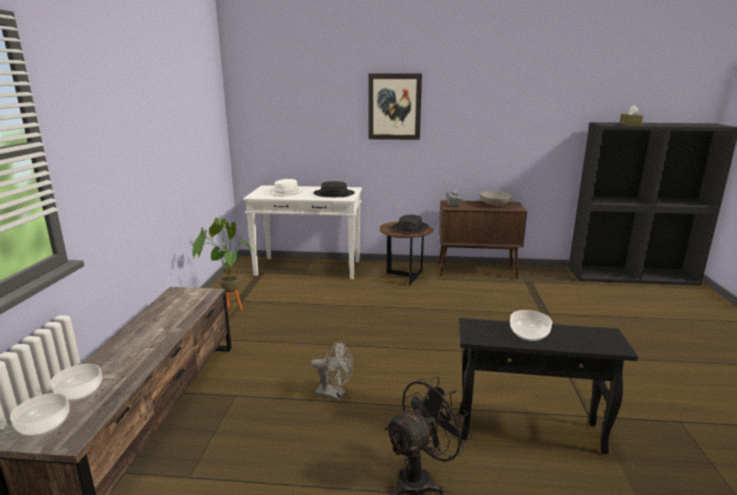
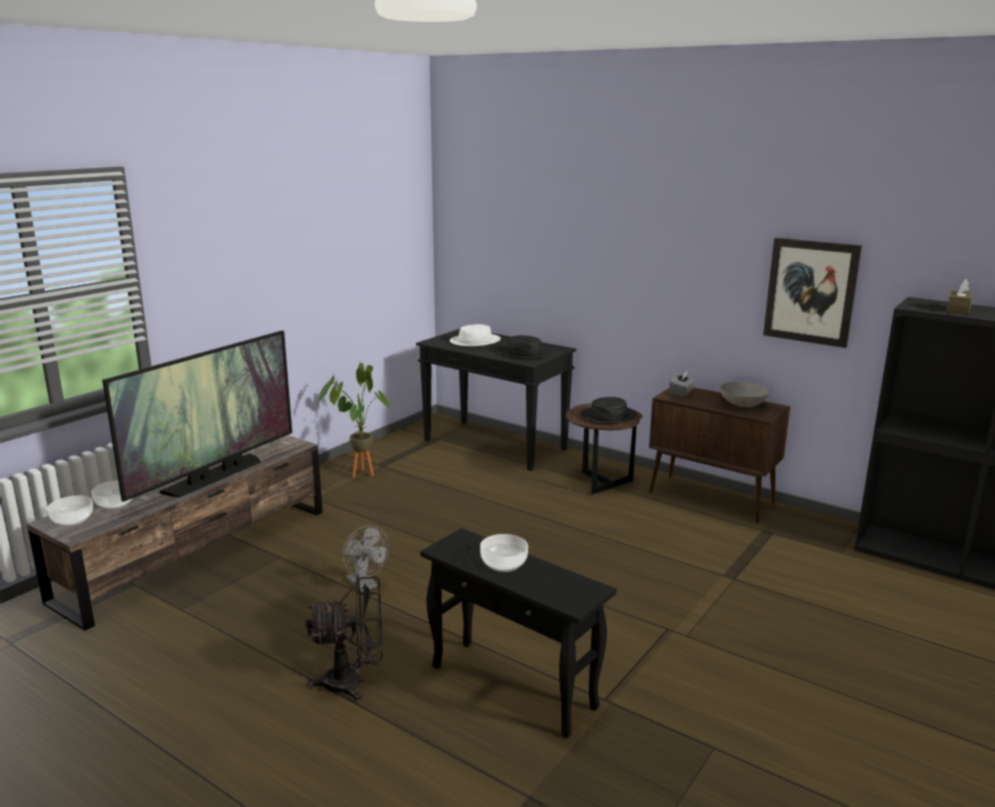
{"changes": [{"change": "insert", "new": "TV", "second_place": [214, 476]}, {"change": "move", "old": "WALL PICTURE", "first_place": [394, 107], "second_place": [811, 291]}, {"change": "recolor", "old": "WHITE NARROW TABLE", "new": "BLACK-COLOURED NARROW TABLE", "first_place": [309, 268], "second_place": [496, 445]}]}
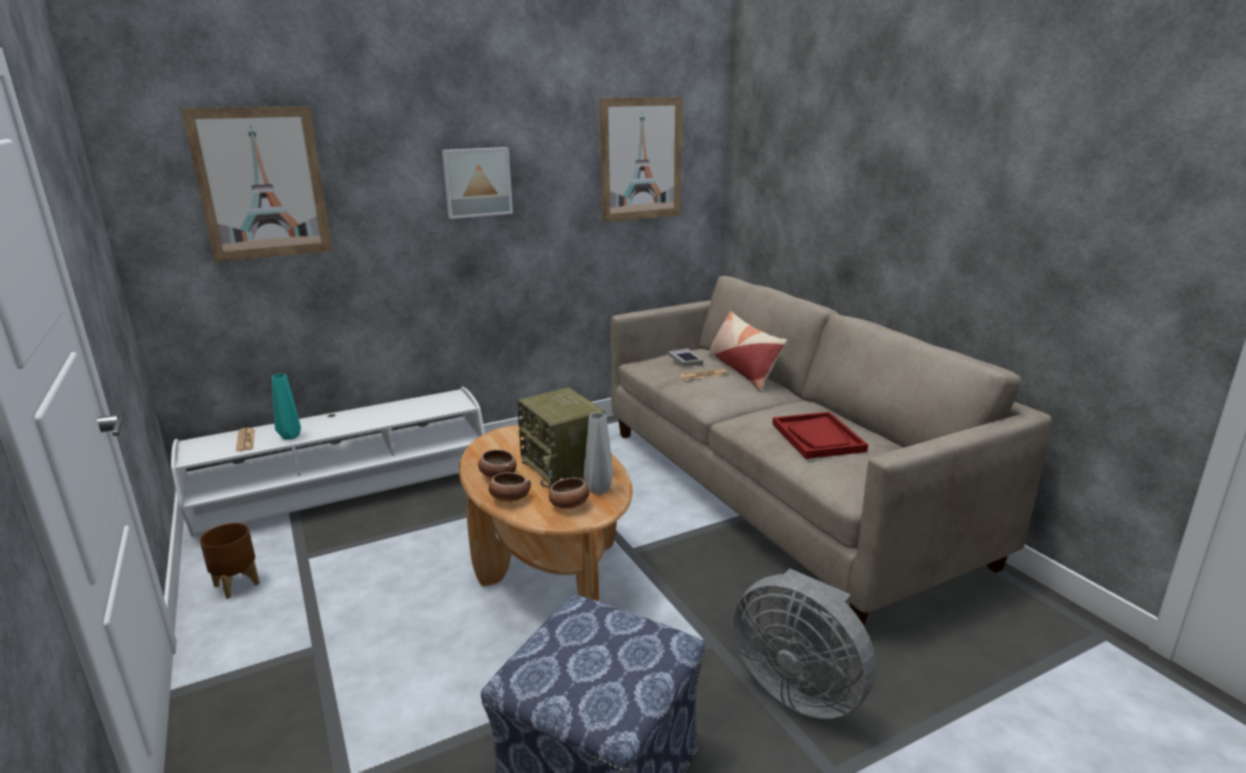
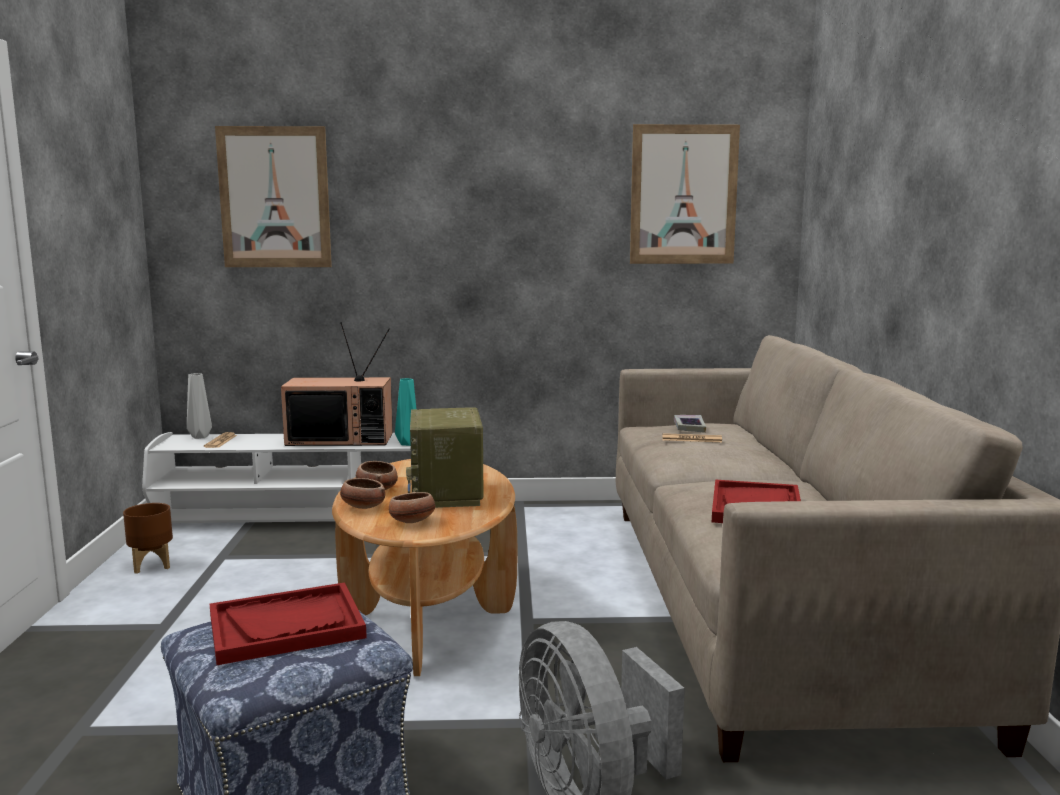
{"changes": [{"change": "delete", "old": "WALL PICTURE", "first_place": [477, 182]}, {"change": "delete", "old": "PILLOW", "first_place": [743, 370]}, {"change": "insert", "new": "REDDISH CARRYING TRAY", "second_place": [286, 626]}, {"change": "insert", "new": "TV", "second_place": [342, 439]}, {"change": "move", "old": "TURQUOISE DECORATIVE VASE", "first_place": [290, 436], "second_place": [407, 443]}, {"change": "move", "old": "GREYISH DECORATIVE VASE", "first_place": [600, 490], "second_place": [200, 437]}]}
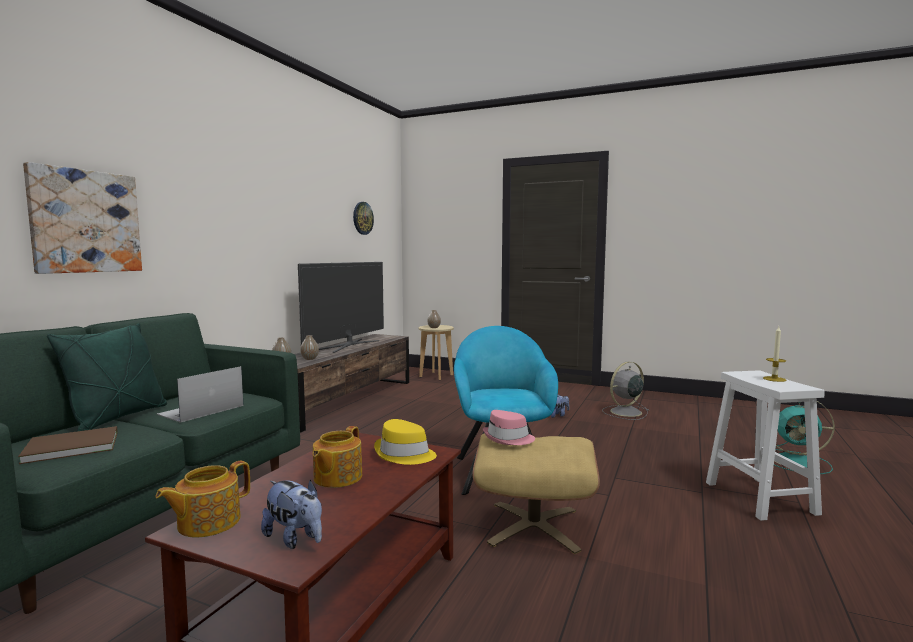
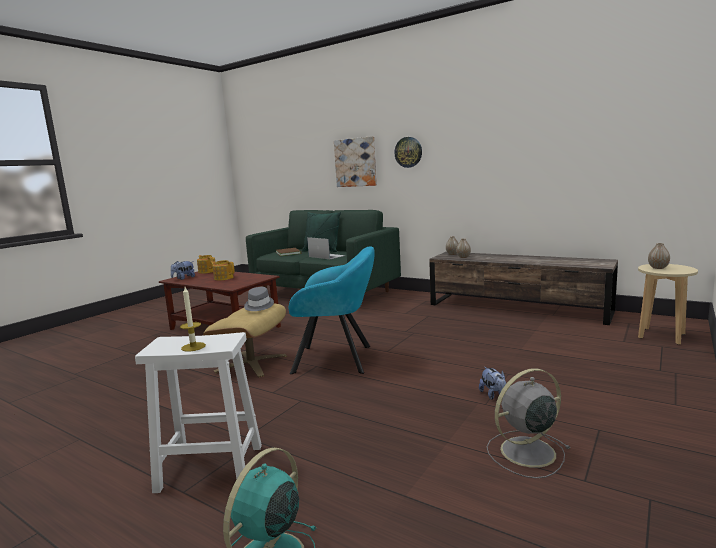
{"changes": [{"change": "delete", "old": "TV", "first_place": [348, 345]}, {"change": "delete", "old": "YELLOW HAT", "first_place": [404, 454]}, {"change": "move", "old": "HANGING CLOCK", "first_place": [362, 218], "second_place": [408, 152]}, {"change": "recolor", "old": "PINK-COLOURED HAT", "new": "GREYISH HAT", "first_place": [508, 438], "second_place": [258, 306]}, {"change": "rotate", "old": "GREYISH COOLING FAN", "first_place": [625, 412], "second_place": [525, 452], "degrees": -90}]}
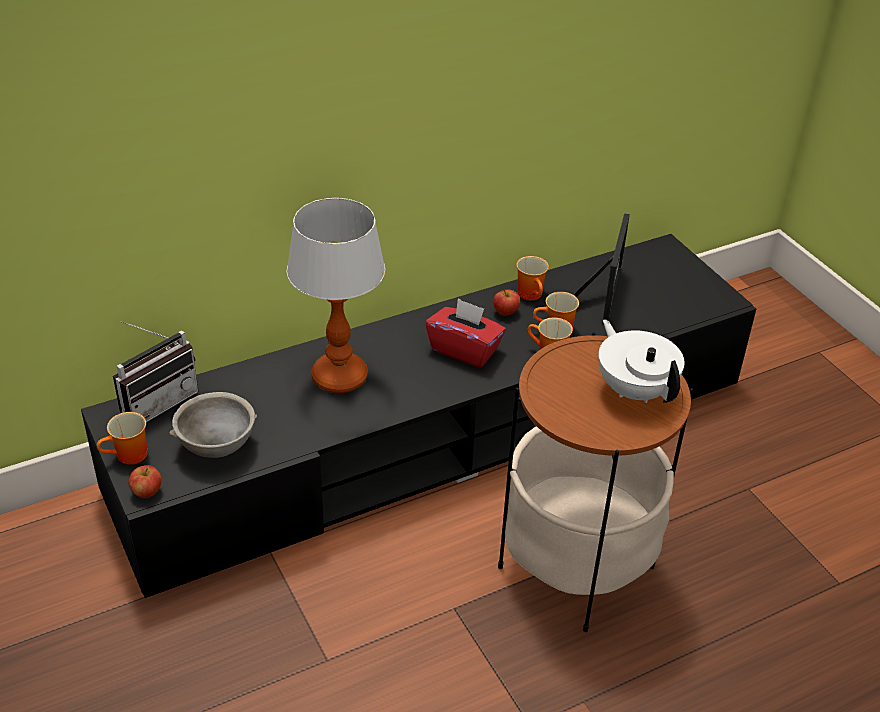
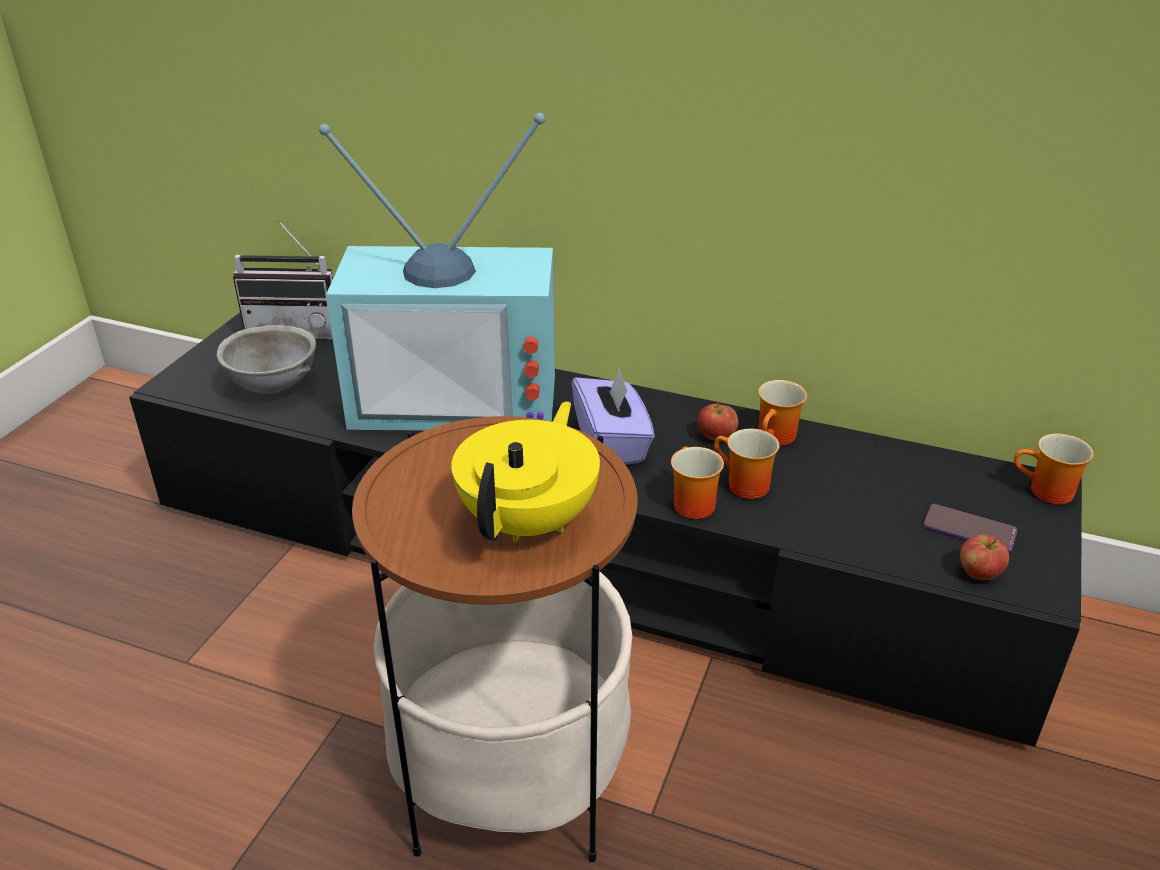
{"changes": [{"change": "delete", "old": "PICTURE FRAME", "first_place": [602, 293]}, {"change": "insert", "new": "TELEPHONE", "second_place": [969, 529]}, {"change": "move", "old": "COFFEE MUG", "first_place": [129, 457], "second_place": [1046, 493]}, {"change": "move", "old": "WHOLE APPLE", "first_place": [147, 492], "second_place": [979, 573]}, {"change": "replace", "old": "LAMP FOR A TABLE", "new": "TV", "first_place": [339, 377], "second_place": [459, 396]}, {"change": "recolor", "old": "REDDISH TISSUE HOLDER", "new": "PURPLE-COLOURED TISSUE HOLDER", "first_place": [464, 350], "second_place": [611, 444]}, {"change": "recolor", "old": "WHITE TEA POT", "new": "YELLOW TEA POT", "first_place": [635, 389], "second_place": [530, 520]}]}
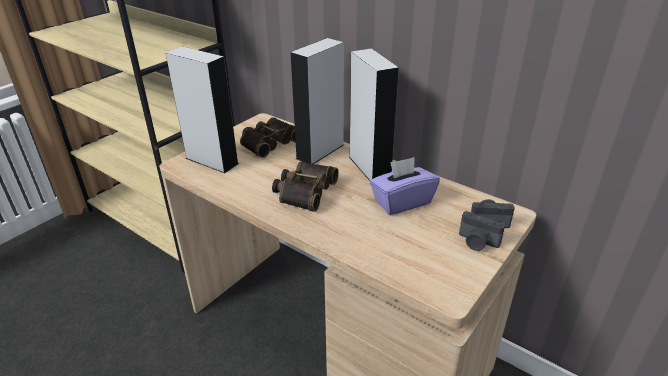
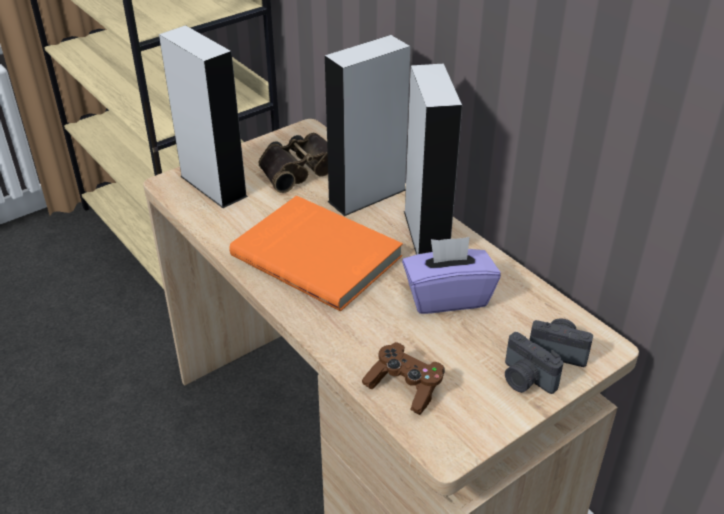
{"changes": [{"change": "insert", "new": "BROWN-COLOURED GAME CONTROLLER", "second_place": [404, 387]}, {"change": "replace", "old": "FIELD GLASSES", "new": "ORANGE BOUND BOOK", "first_place": [304, 191], "second_place": [318, 255]}]}
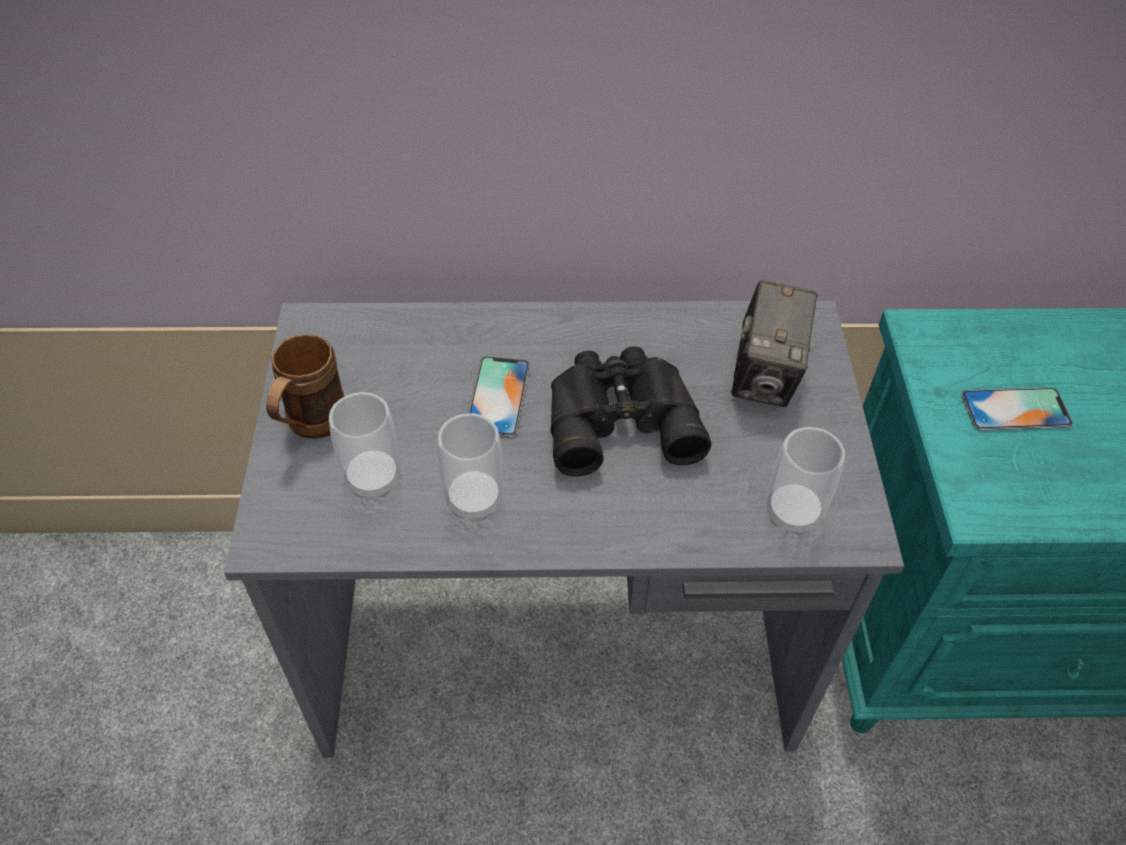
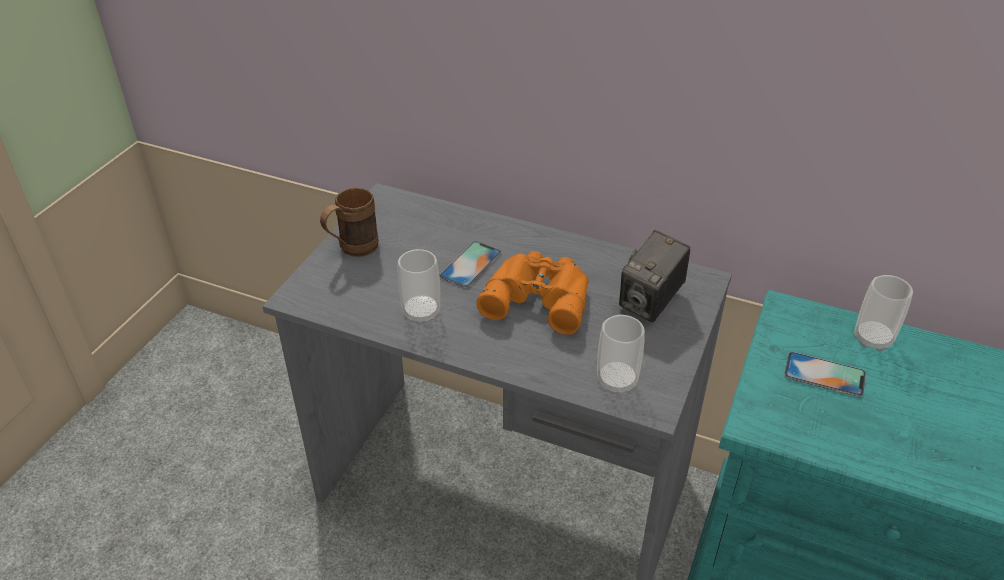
{"changes": [{"change": "move", "old": "SMALL CUP", "first_place": [373, 478], "second_place": [872, 339]}, {"change": "recolor", "old": "BLACK-COLOURED FIELD GLASSES", "new": "ORANGE FIELD GLASSES", "first_place": [619, 416], "second_place": [538, 296]}]}
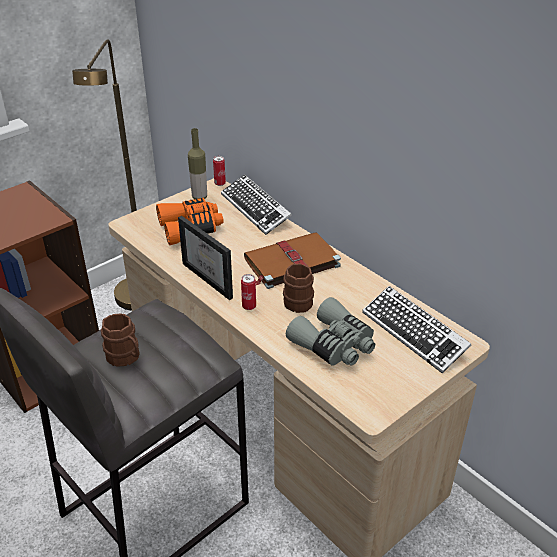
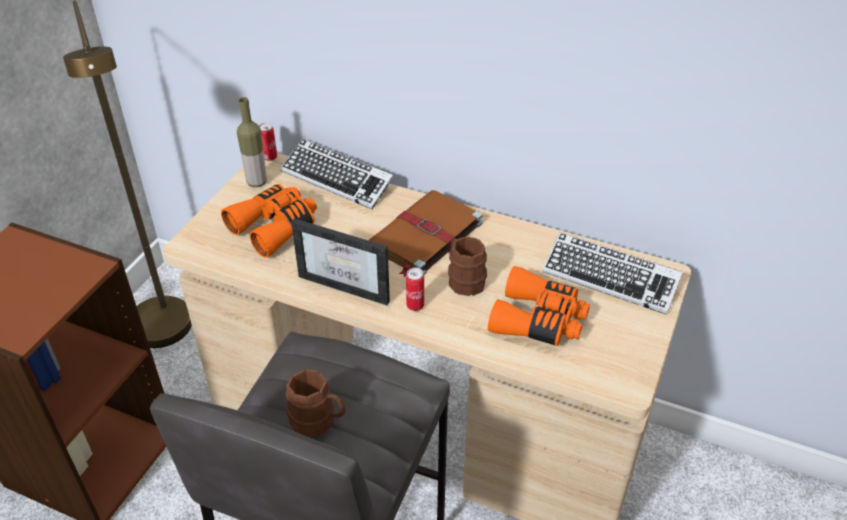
{"changes": [{"change": "recolor", "old": "GREYISH FIELD GLASSES", "new": "ORANGE FIELD GLASSES", "first_place": [334, 345], "second_place": [539, 320]}]}
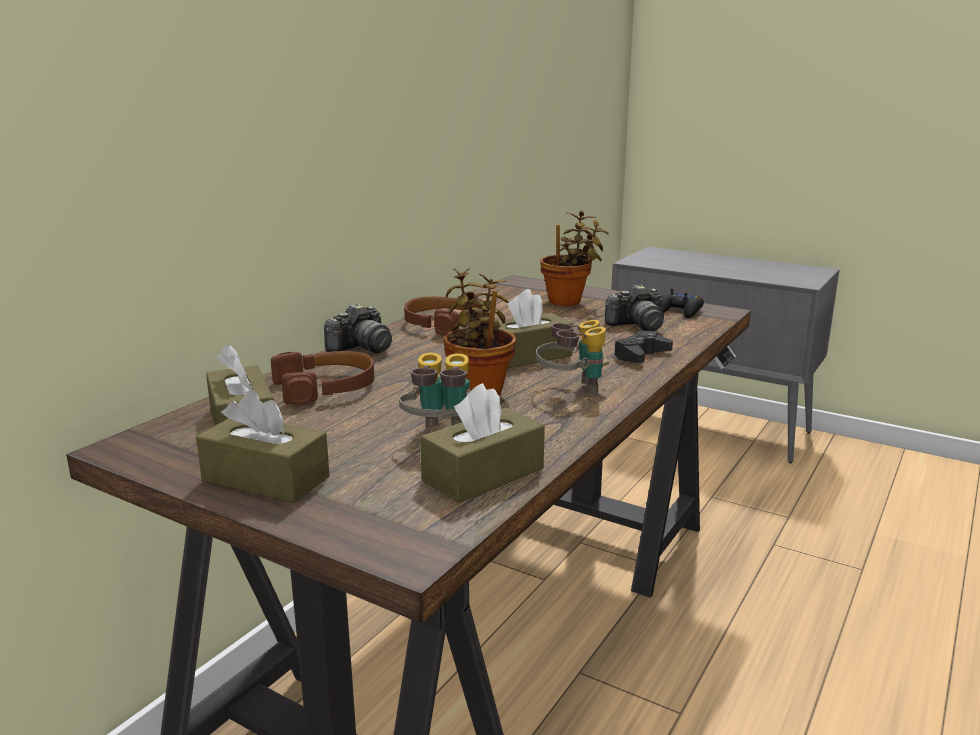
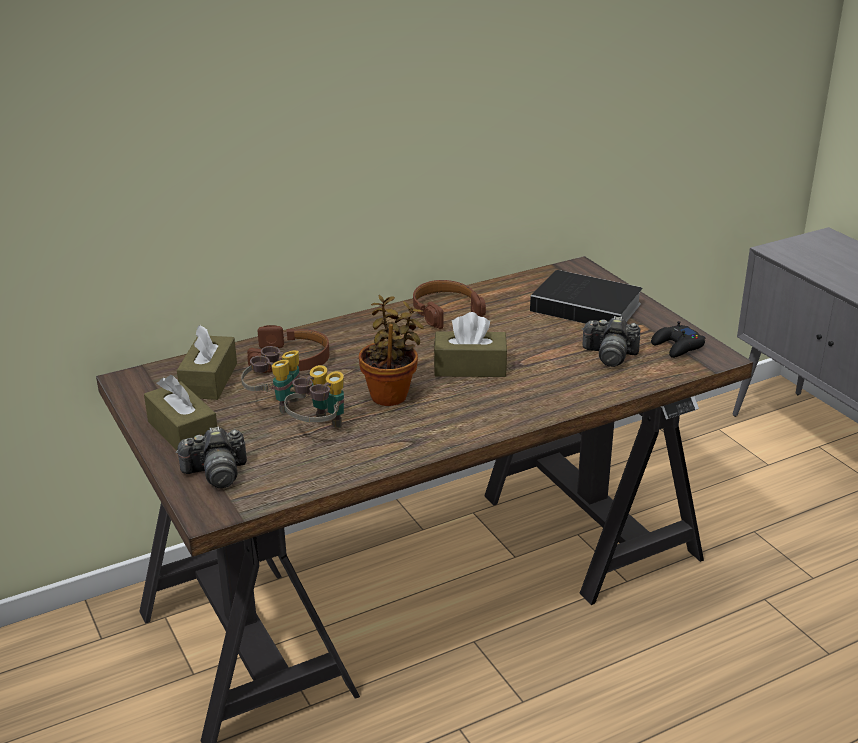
{"changes": [{"change": "delete", "old": "BROWN-COLOURED TISSUE HOLDER", "first_place": [483, 475]}, {"change": "delete", "old": "BLACK-COLOURED GAME CONTROLLER", "first_place": [641, 355]}, {"change": "move", "old": "PHOTO CAMERA", "first_place": [361, 348], "second_place": [216, 473]}, {"change": "move", "old": "FIELD GLASSES", "first_place": [571, 390], "second_place": [275, 403]}, {"change": "replace", "old": "PLANT IN A POT", "new": "BOUND BOOK", "first_place": [568, 301], "second_place": [589, 307]}]}
